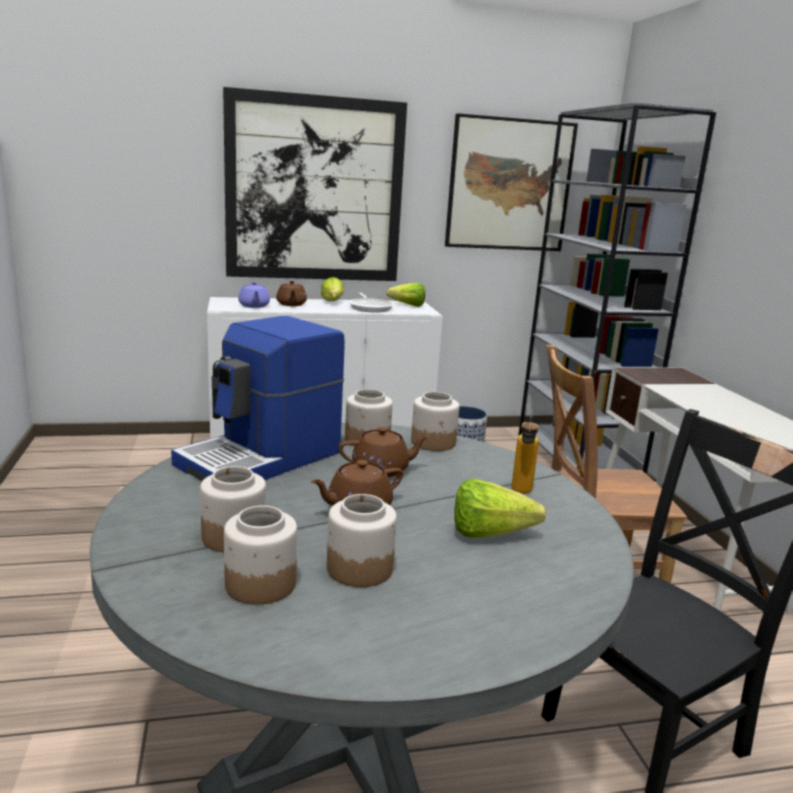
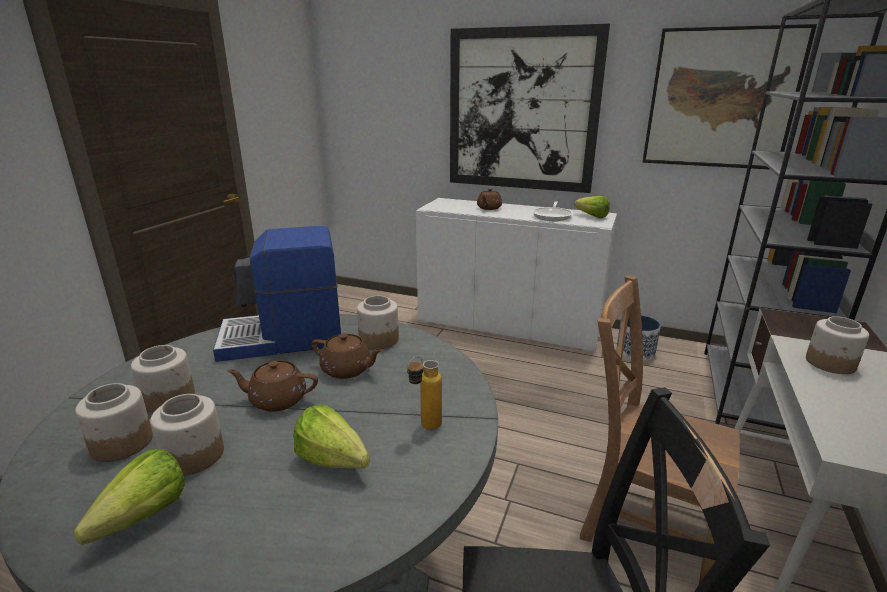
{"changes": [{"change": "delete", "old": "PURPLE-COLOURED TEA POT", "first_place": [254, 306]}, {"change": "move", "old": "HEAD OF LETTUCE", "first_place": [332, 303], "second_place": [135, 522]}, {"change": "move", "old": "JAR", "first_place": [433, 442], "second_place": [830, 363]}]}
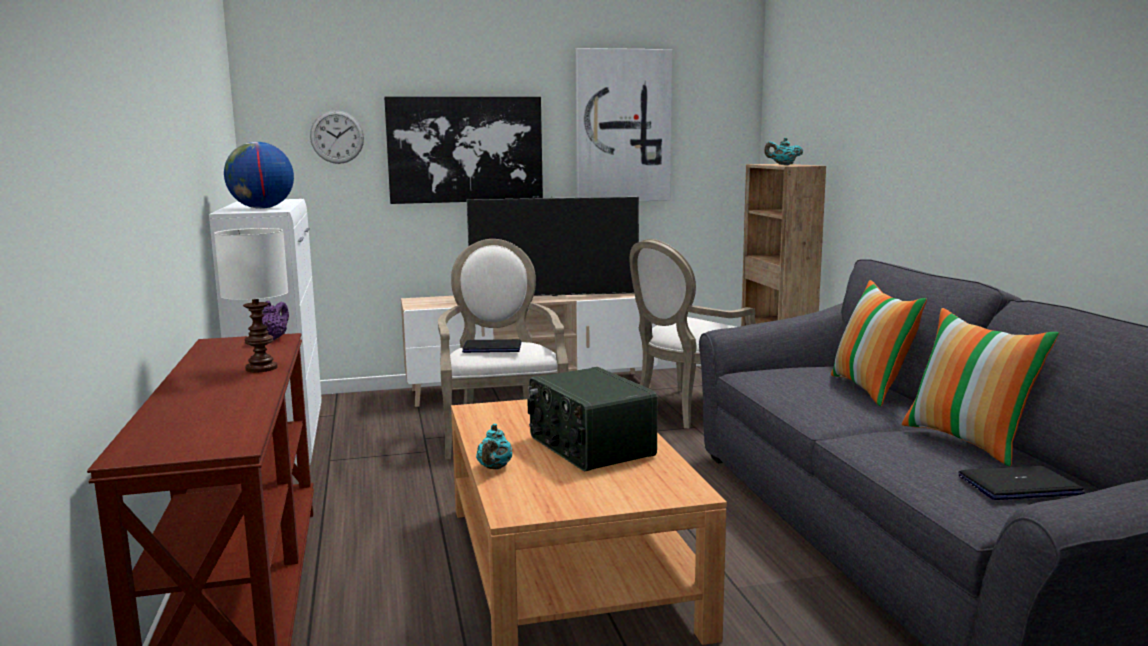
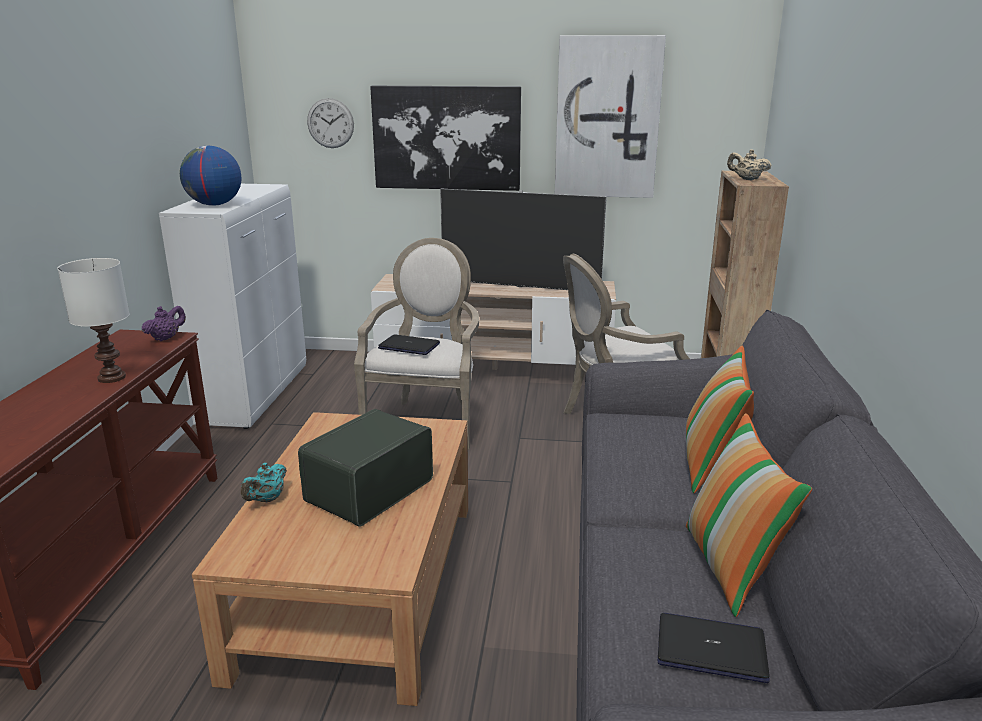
{"changes": [{"change": "recolor", "old": "TURQUOISE TEA POT", "new": "BEIGE-COLOURED TEA POT", "first_place": [783, 165], "second_place": [747, 179]}, {"change": "rotate", "old": "RADIO SET", "first_place": [589, 447], "second_place": [368, 490], "degrees": 45}]}
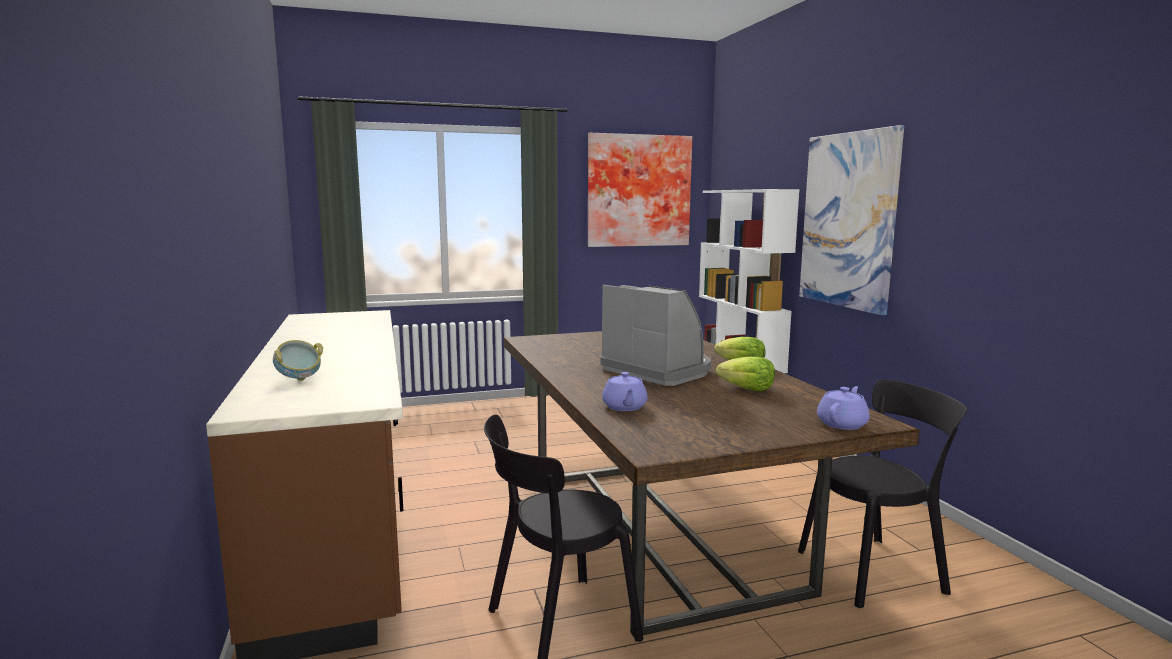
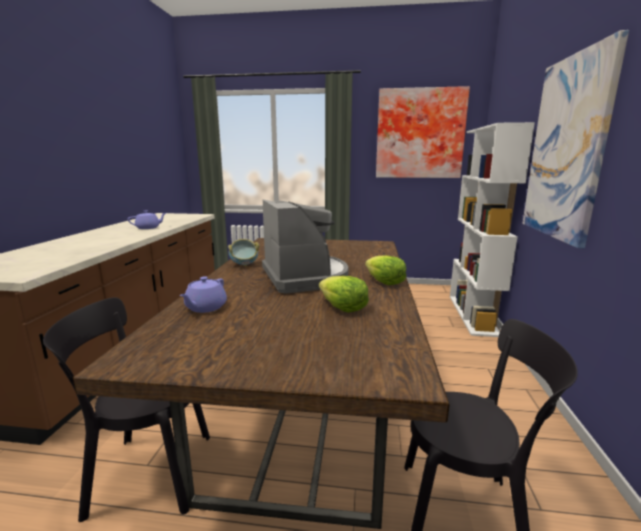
{"changes": [{"change": "move", "old": "DEEP DISH", "first_place": [298, 379], "second_place": [244, 265]}, {"change": "move", "old": "PURPLE-COLOURED TEA POT", "first_place": [842, 424], "second_place": [148, 228]}]}
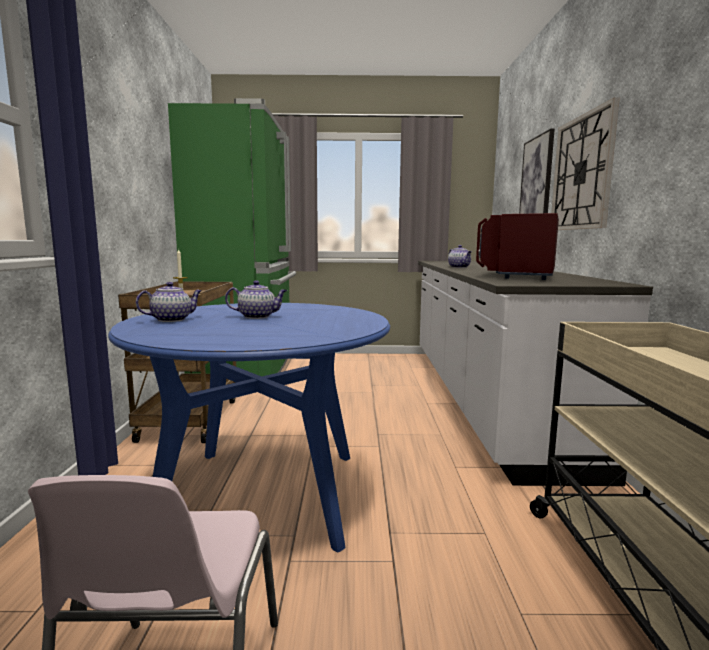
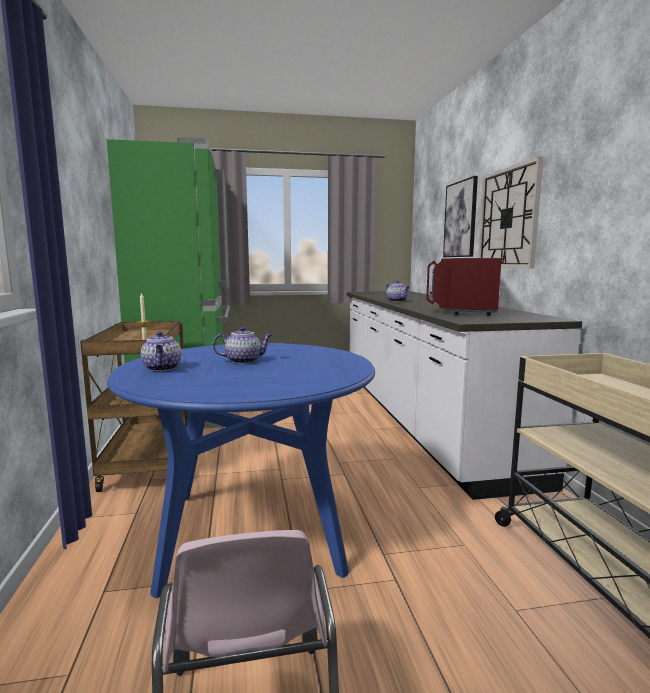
{"changes": [{"change": "rotate", "old": "TEA POT", "first_place": [172, 319], "second_place": [162, 368], "degrees": 120}]}
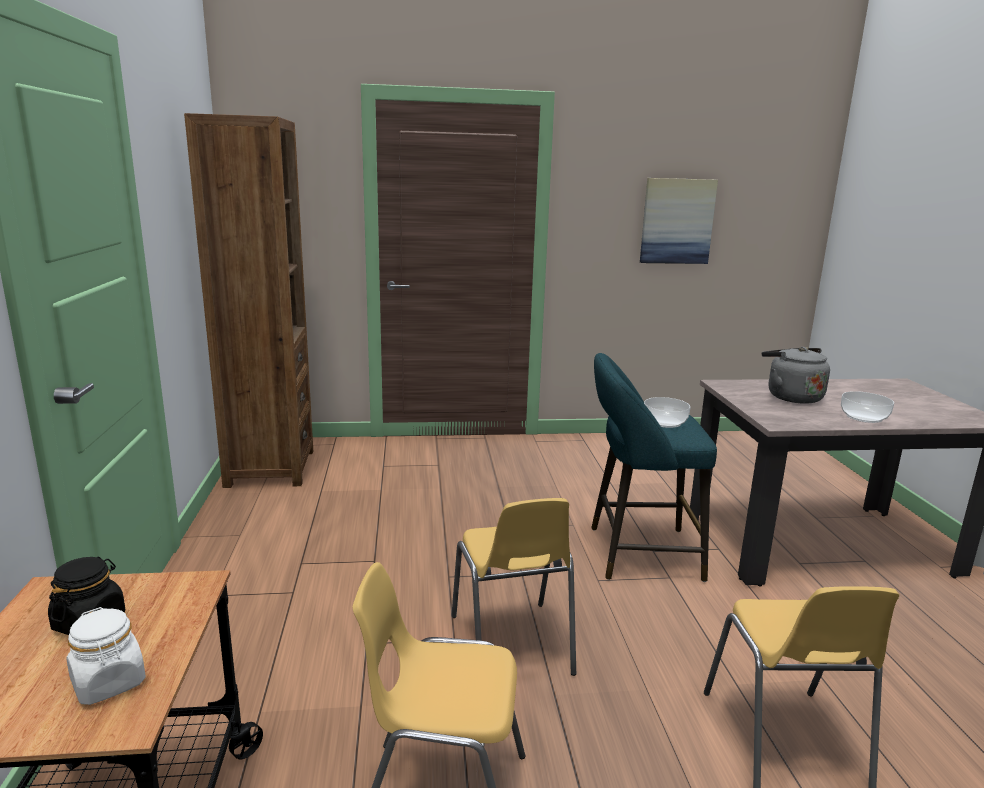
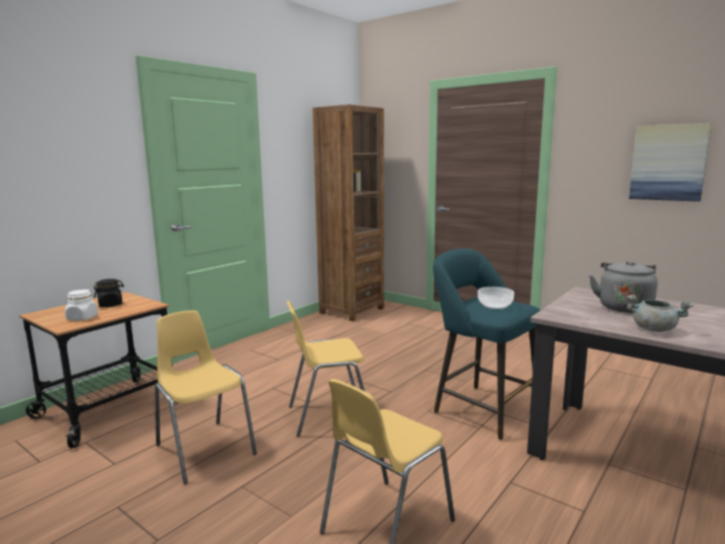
{"changes": [{"change": "replace", "old": "DEEP DISH", "new": "GREYISH COOKING POT", "first_place": [863, 417], "second_place": [654, 329]}, {"change": "rotate", "old": "YELLOW UPRIGHT CHAIR", "first_place": [511, 645], "second_place": [328, 416], "degrees": 45}]}
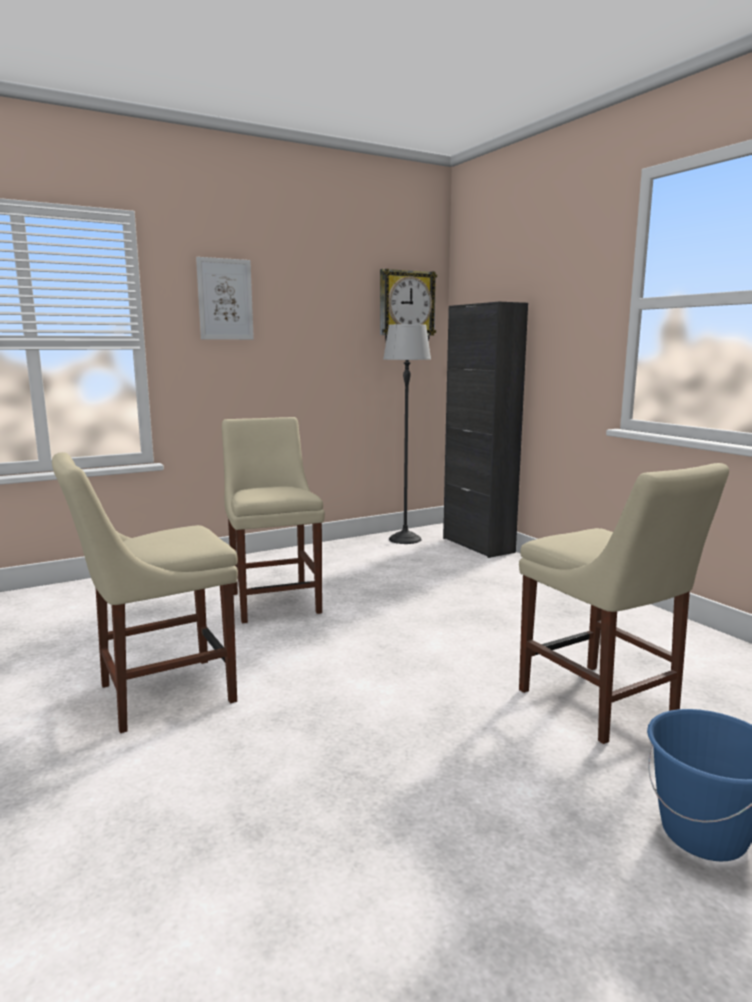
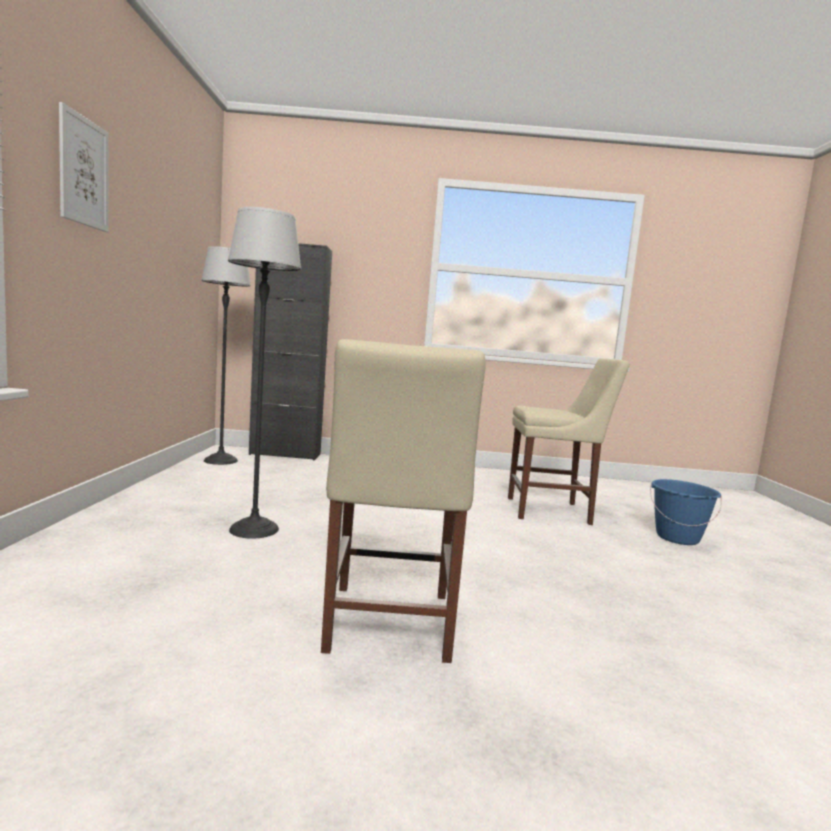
{"changes": [{"change": "delete", "old": "HANGING CLOCK", "first_place": [406, 307]}, {"change": "replace", "old": "BEIGE-COLOURED UPRIGHT CHAIR", "new": "STANDARD LAMP", "first_place": [274, 600], "second_place": [254, 529]}]}
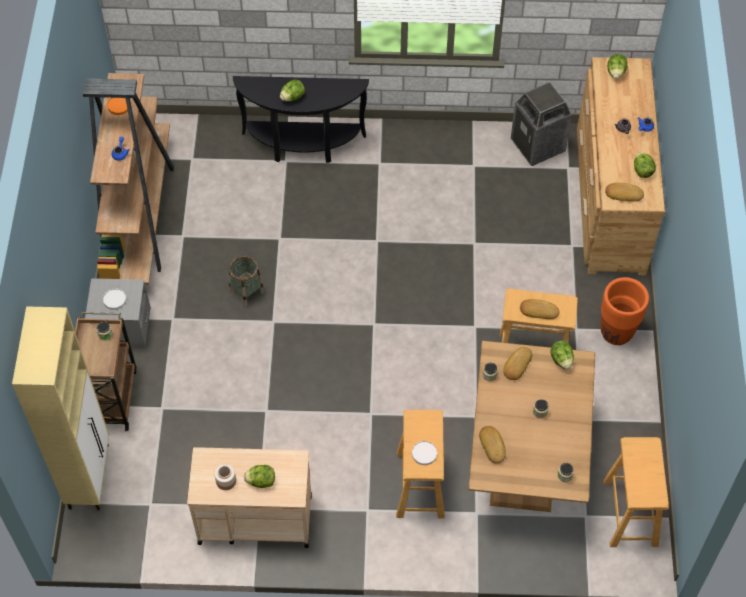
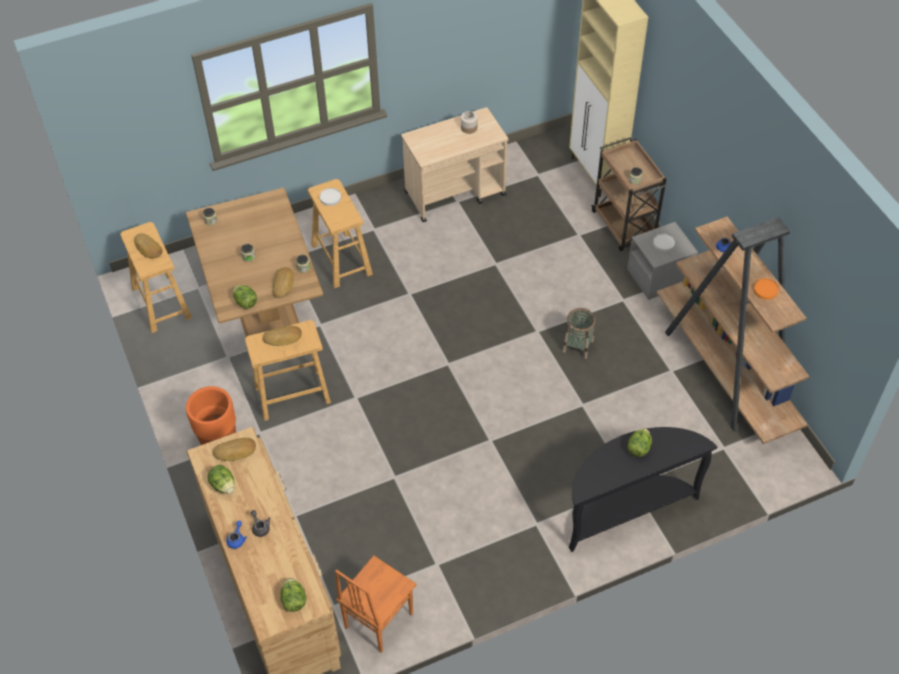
{"changes": [{"change": "delete", "old": "HEAD OF LETTUCE", "first_place": [261, 481]}, {"change": "move", "old": "BAKERY BREAD", "first_place": [493, 445], "second_place": [148, 248]}, {"change": "replace", "old": "RUBBISH BIN", "new": "ORANGE UPRIGHT CHAIR", "first_place": [538, 146], "second_place": [377, 620]}]}
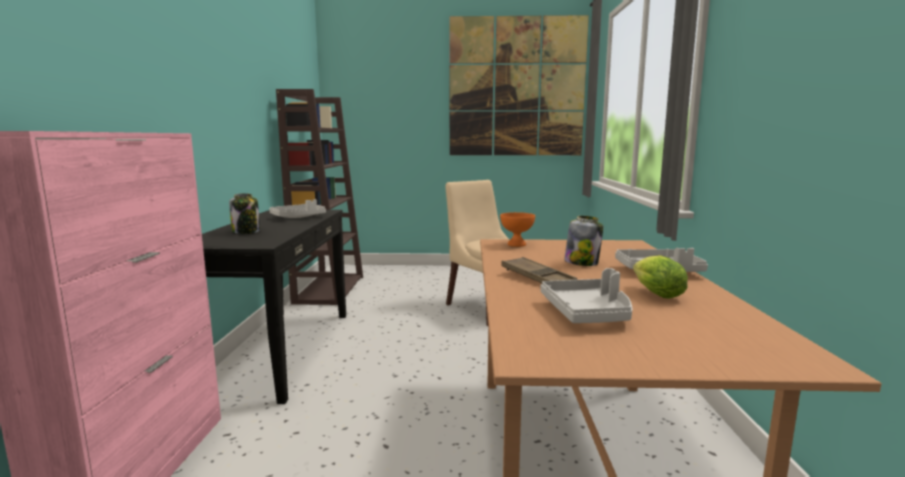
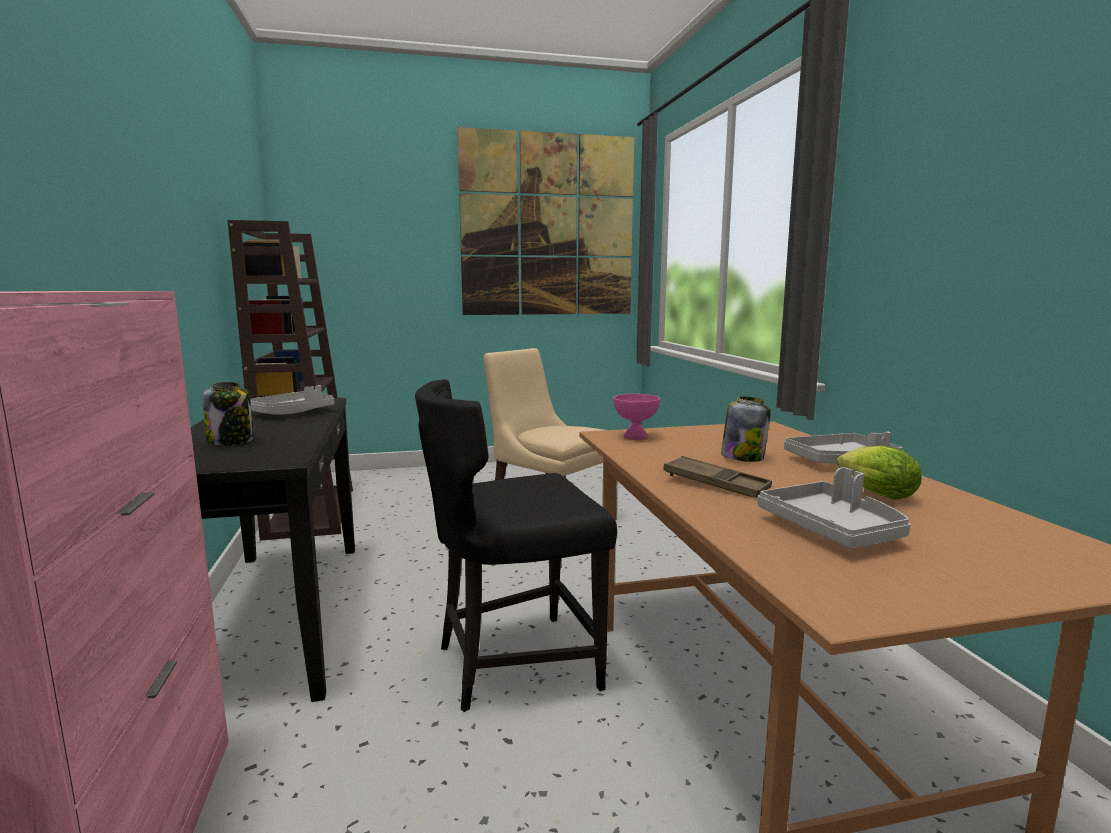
{"changes": [{"change": "insert", "new": "BLACK-COLOURED UPRIGHT CHAIR", "second_place": [513, 663]}, {"change": "recolor", "old": "ORANGE DEEP DISH", "new": "PINK-COLOURED DEEP DISH", "first_place": [517, 244], "second_place": [636, 437]}]}
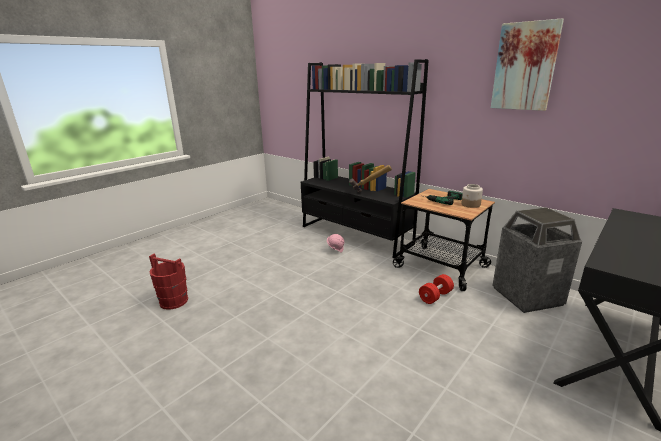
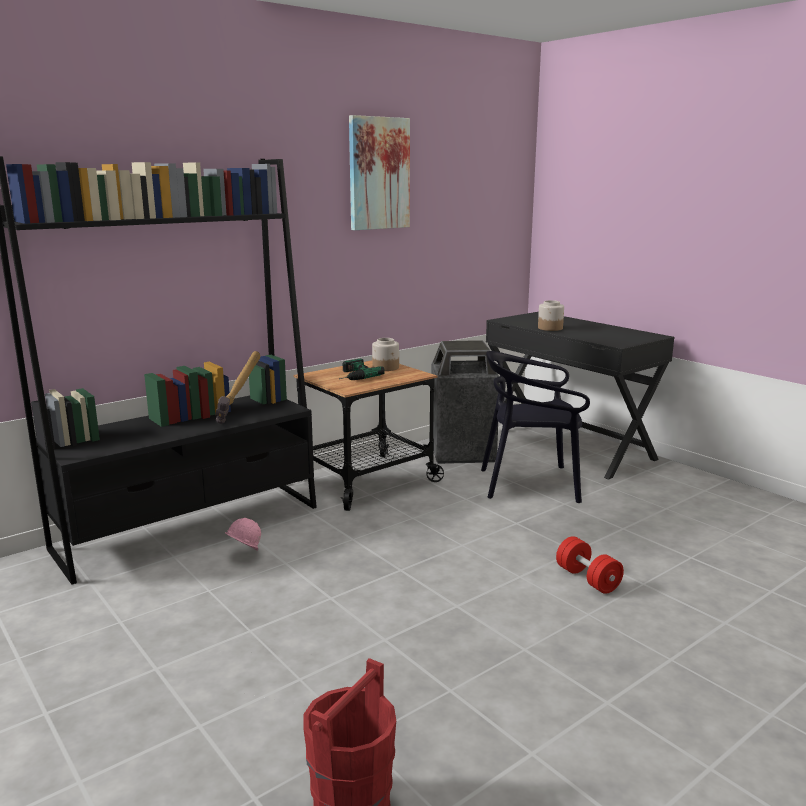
{"changes": [{"change": "insert", "new": "BLACK-COLOURED UPRIGHT CHAIR", "second_place": [530, 484]}, {"change": "insert", "new": "JAR", "second_place": [550, 328]}, {"change": "move", "old": "REDDISH DUMBBELL", "first_place": [435, 296], "second_place": [587, 579]}]}
